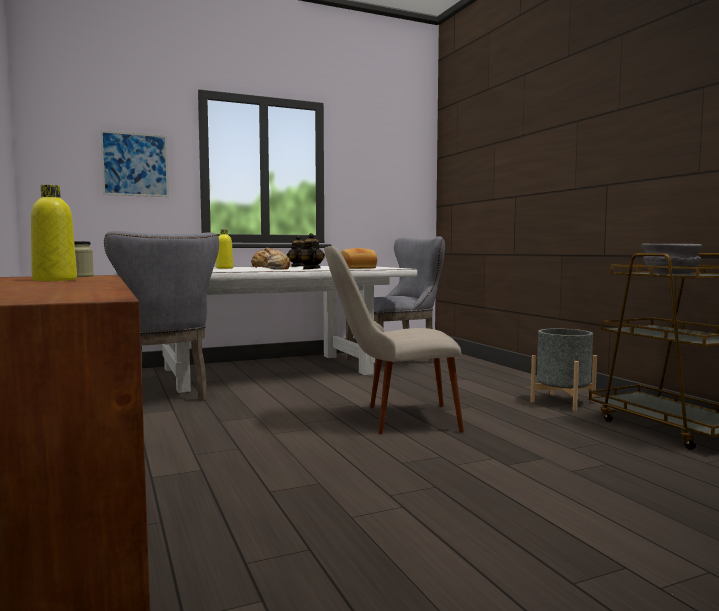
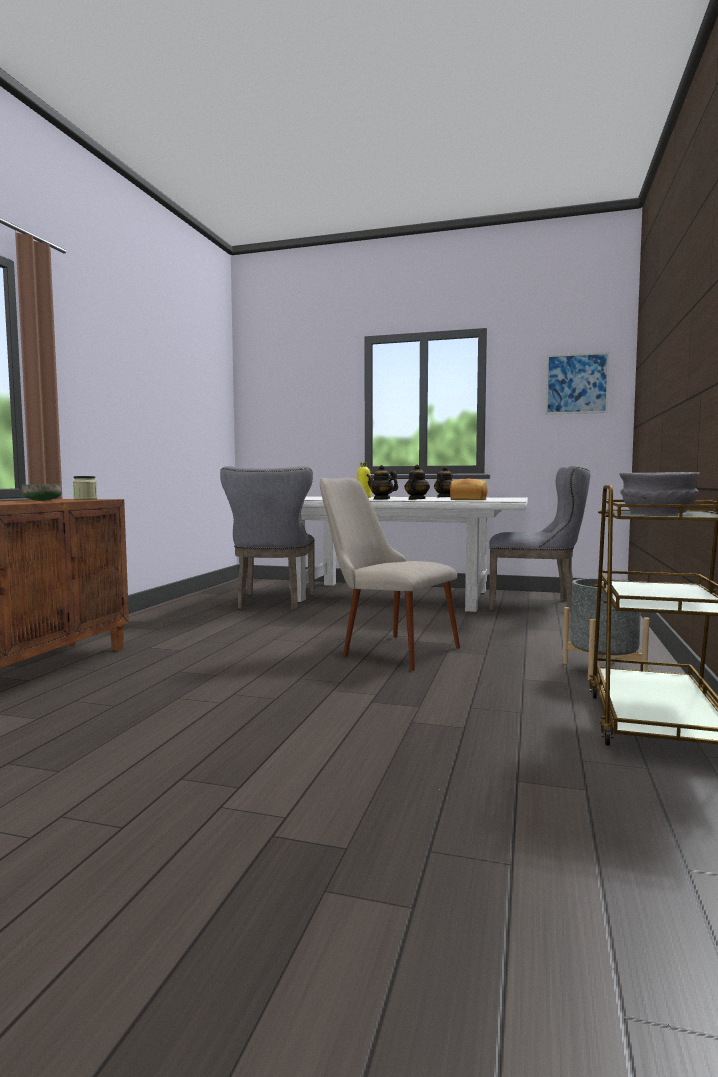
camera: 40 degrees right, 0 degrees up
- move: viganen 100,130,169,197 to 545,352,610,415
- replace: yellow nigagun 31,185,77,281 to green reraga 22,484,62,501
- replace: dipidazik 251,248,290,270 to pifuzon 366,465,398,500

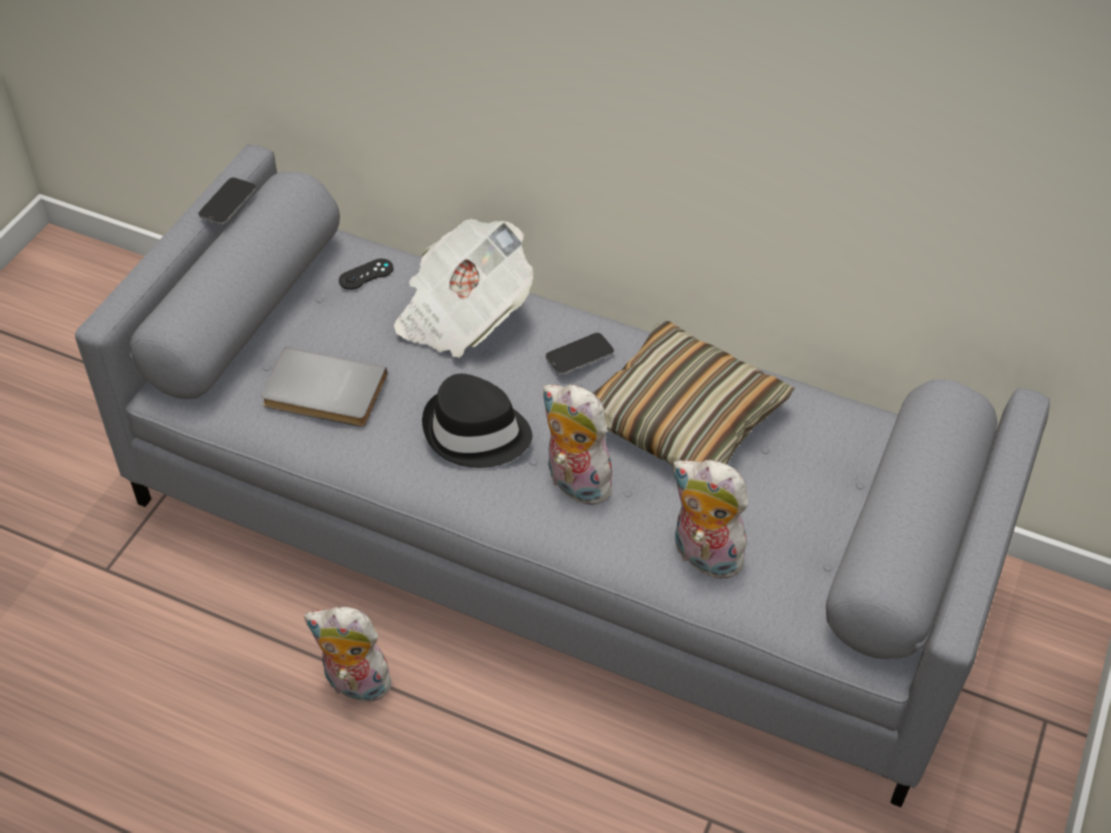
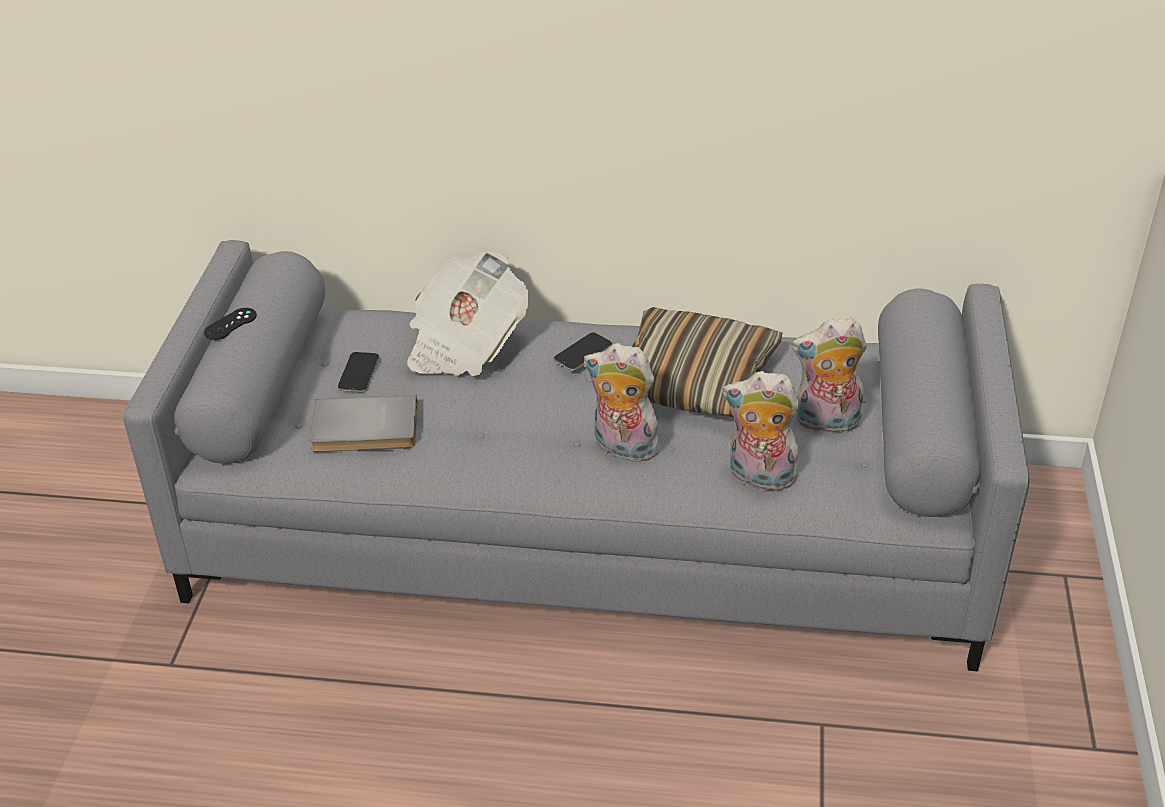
camera: 15 degrees left, 10 degrees down
- delete: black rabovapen 422,374,532,468
- move: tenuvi 198,178,256,224 to 338,352,379,392
- move: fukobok 304,606,395,702 to 791,318,867,432
- move: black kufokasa 339,259,393,290 to 204,308,257,340

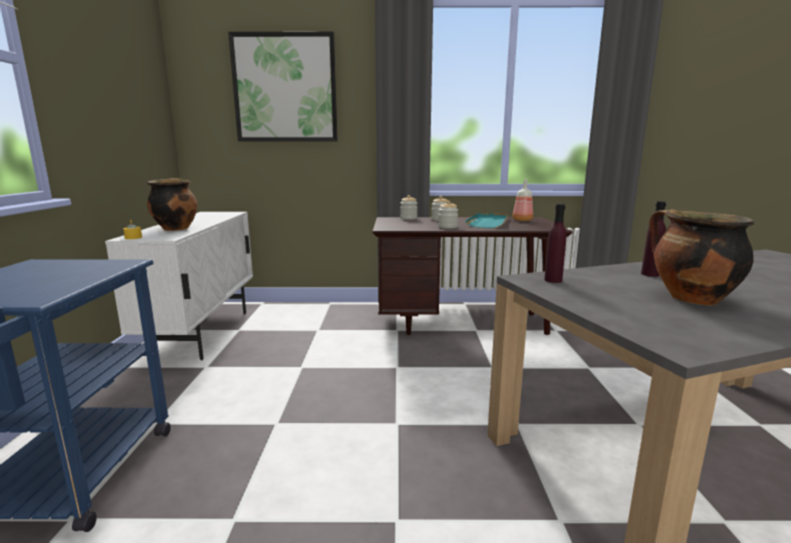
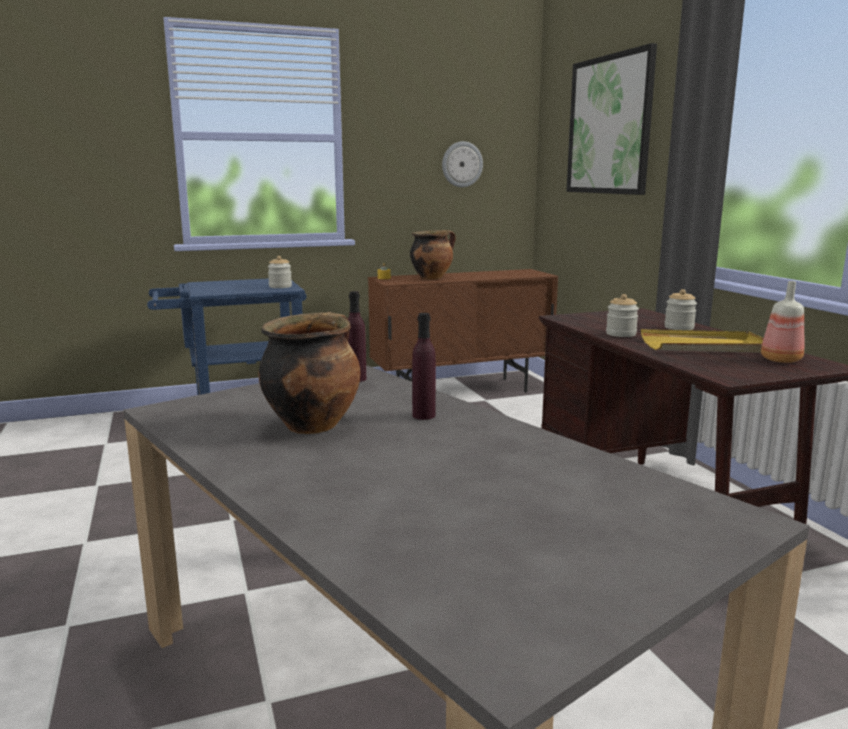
camera: 70 degrees right, 0 degrees up
- insert: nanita 442,141,483,187
- move: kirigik 400,195,417,220 to 268,256,292,288
- recolor: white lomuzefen 105,212,253,360 to brown lomuzefen 368,269,558,392
- recolor: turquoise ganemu 465,213,508,228 to yellow ganemu 641,329,764,353

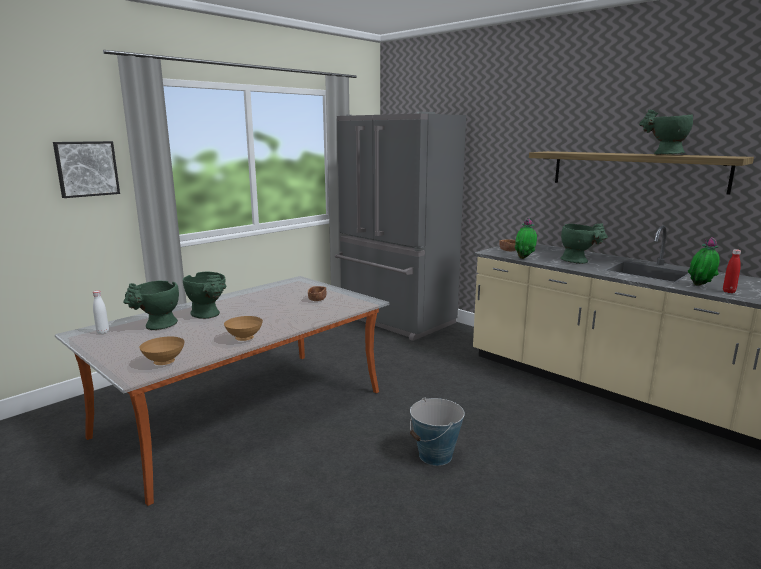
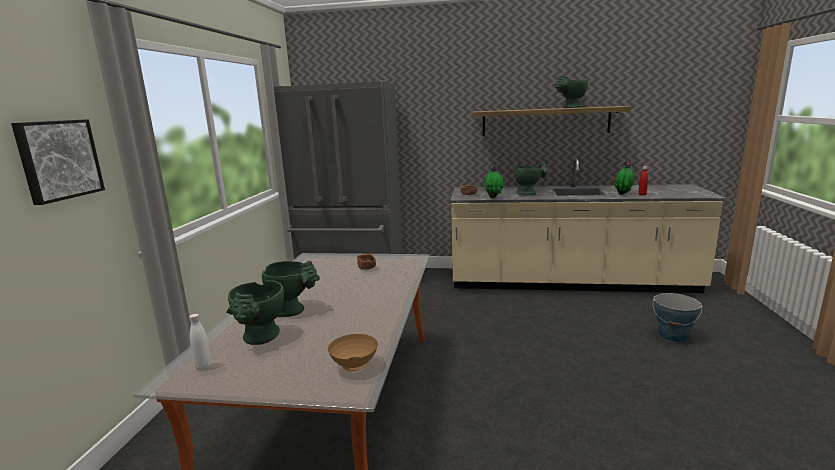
camera: 35 degrees left, 0 degrees up
- delete: brown reraga 224,316,263,341
- move: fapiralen 410,397,465,466 to 653,293,702,343

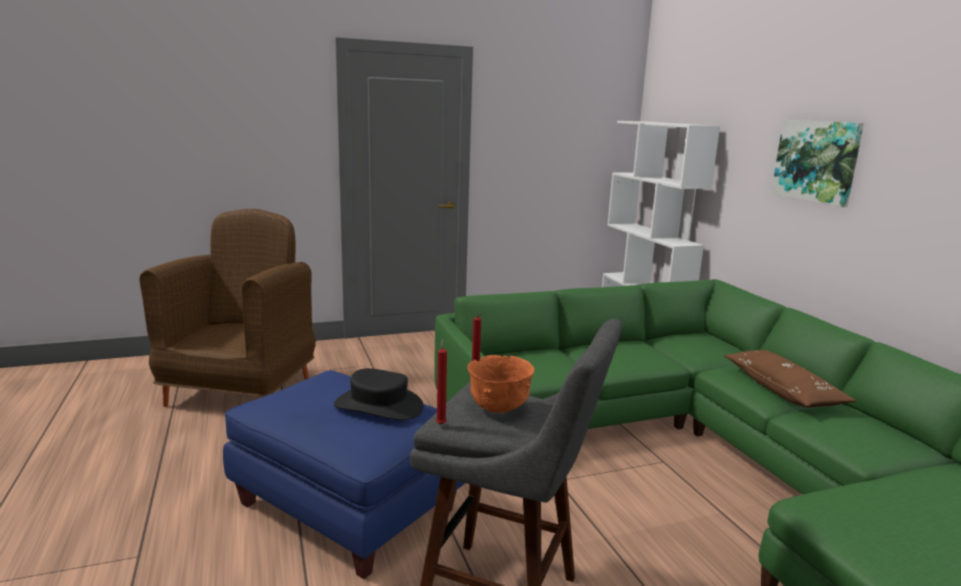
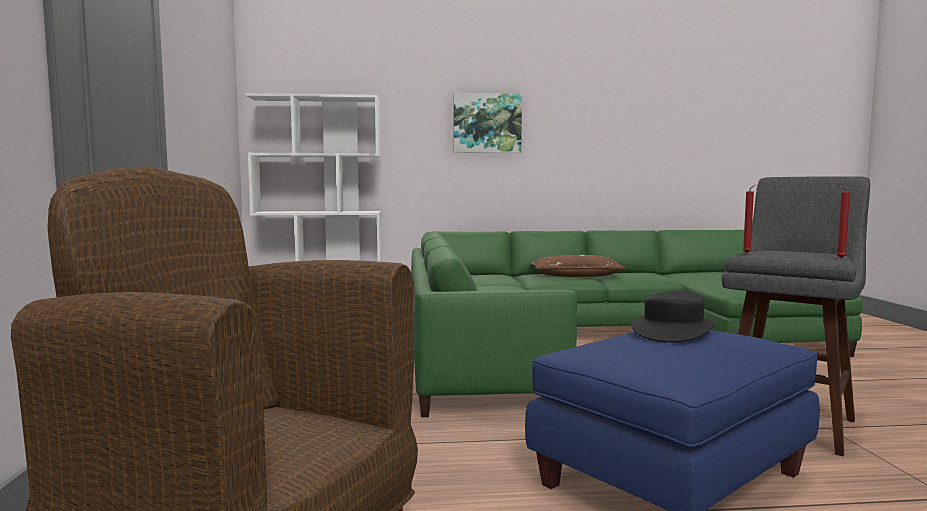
camera: 75 degrees left, 10 degrees down
- delete: orange reraga 467,355,534,413

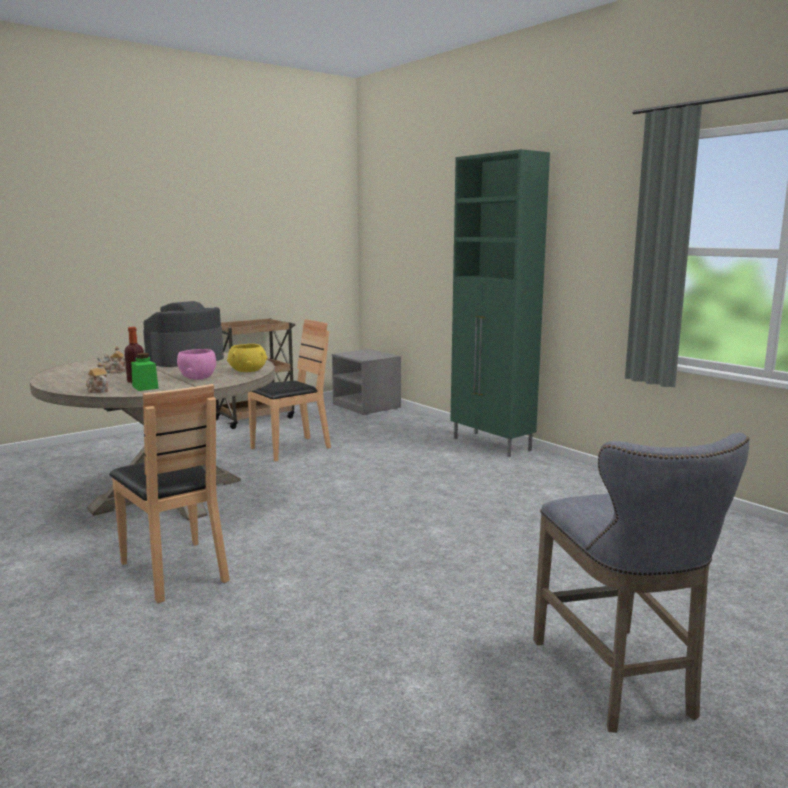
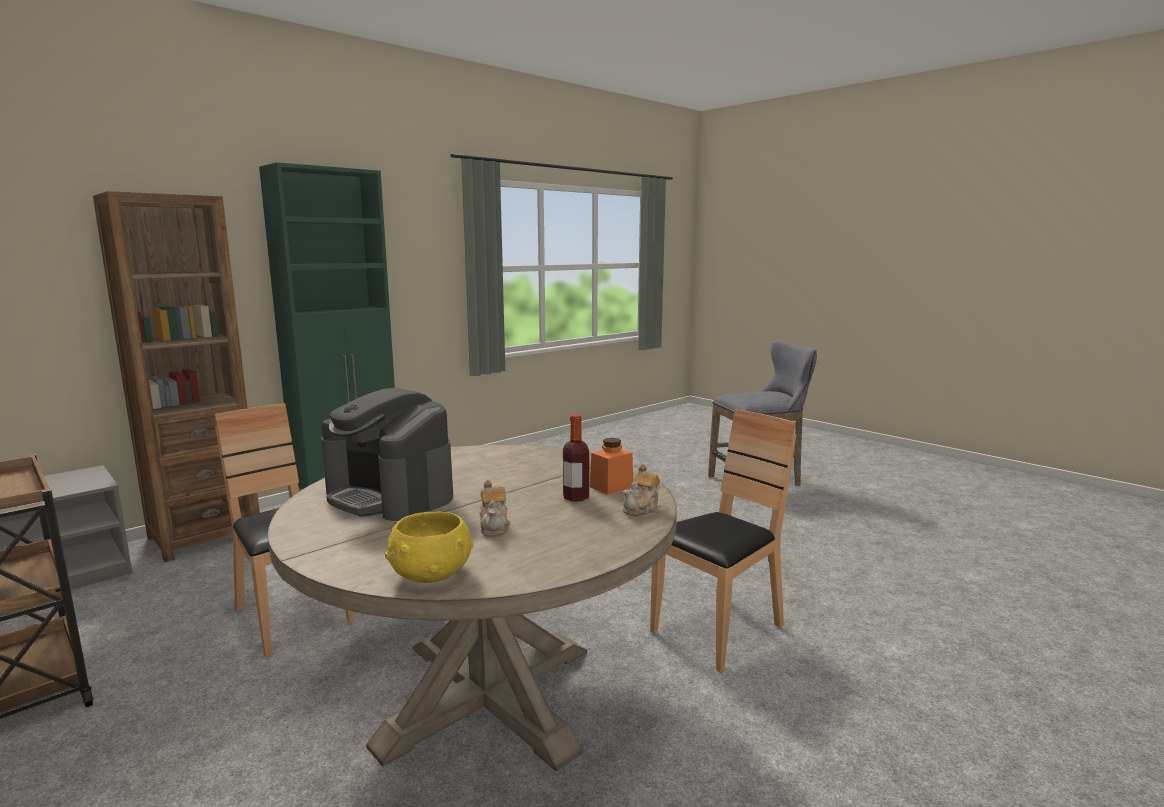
camera: 95 degrees left, 0 degrees up
- delete: pink reraga 177,349,216,380
- insert: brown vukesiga 93,191,260,562
- move: yellow reraga 227,344,267,372 to 385,512,473,583
- recolor: green kirigik 131,353,159,391 to orange kirigik 590,438,633,495

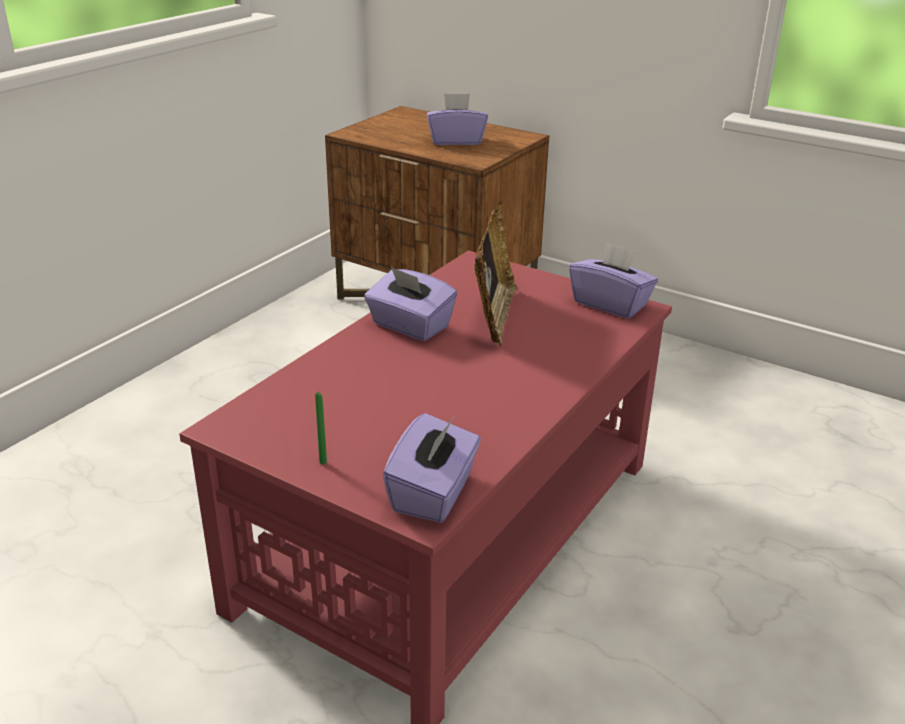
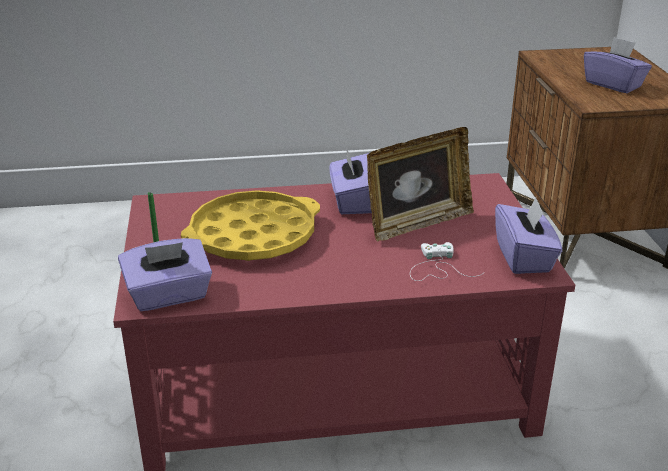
camera: 50 degrees right, 0 degrees up
- insert: yellow ganemu 181,190,320,261
- insert: white kufokasa 410,242,485,281

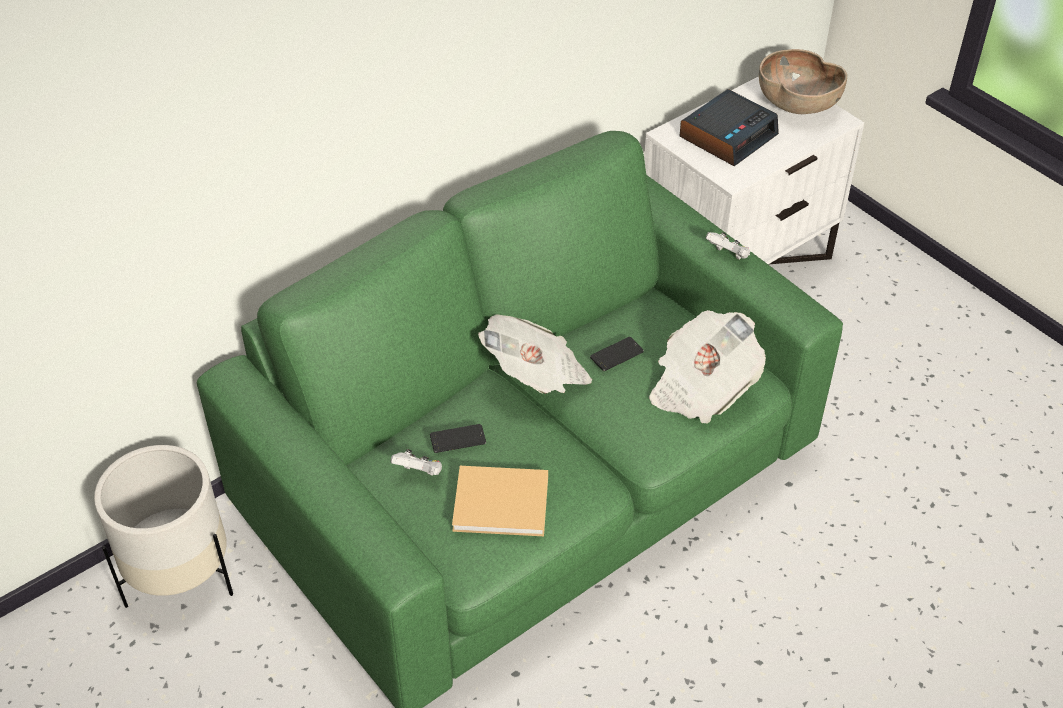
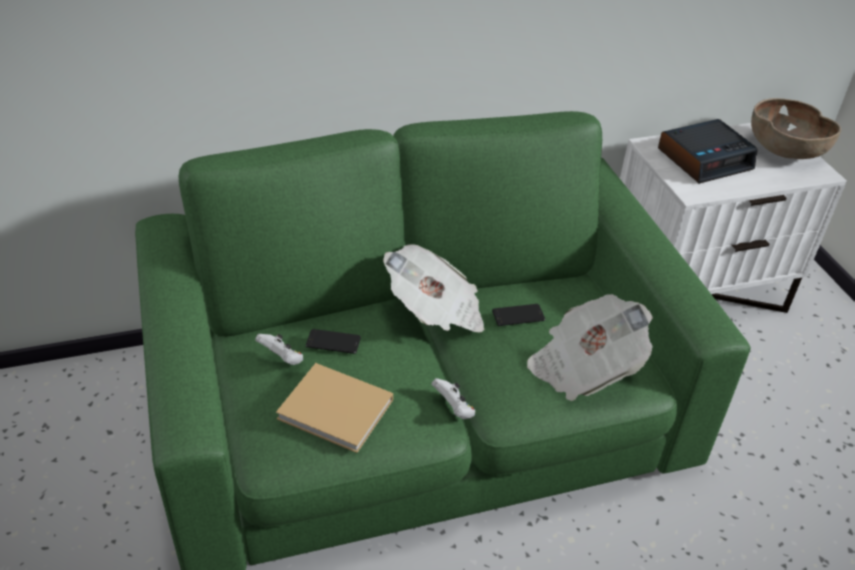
camera: 20 degrees right, 5 degrees down
- delete: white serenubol 94,445,233,608
- move: white kufokasa 706,232,750,260 to 431,378,475,419

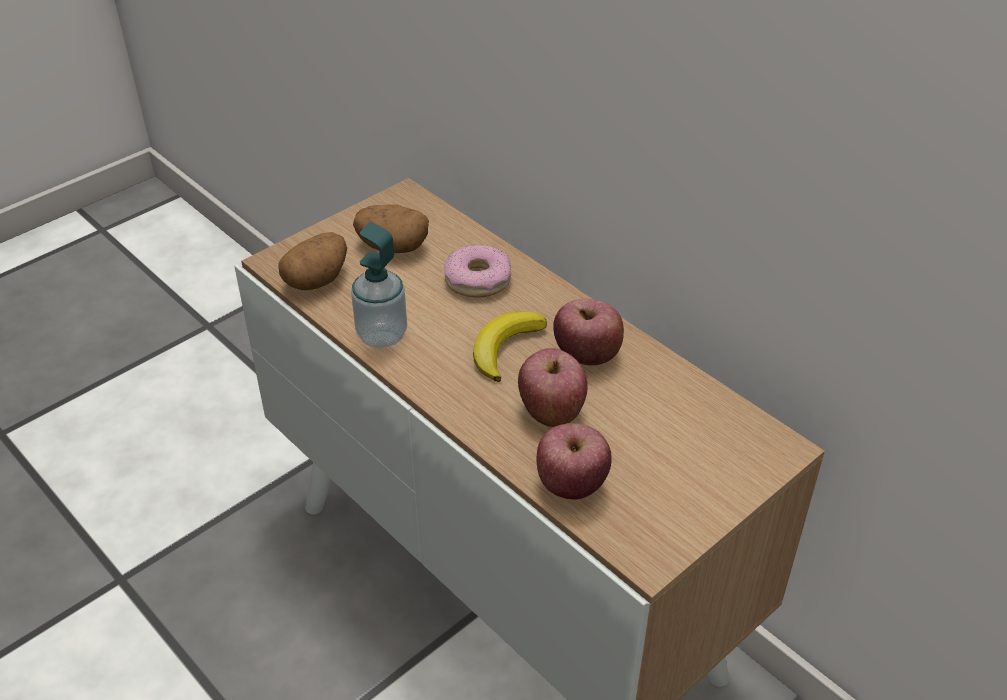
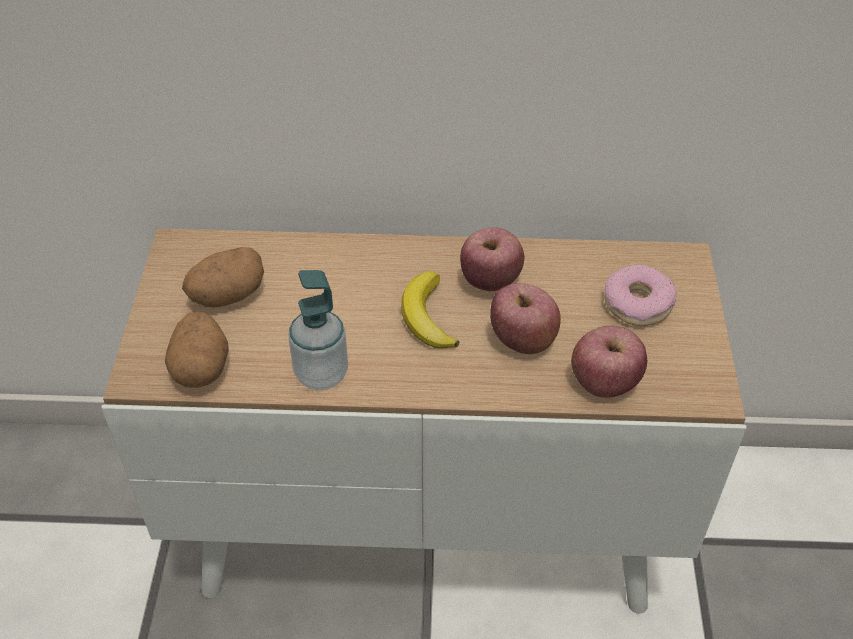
camera: 45 degrees left, 5 degrees up
- move: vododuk 444,245,511,298 to 604,265,677,326

